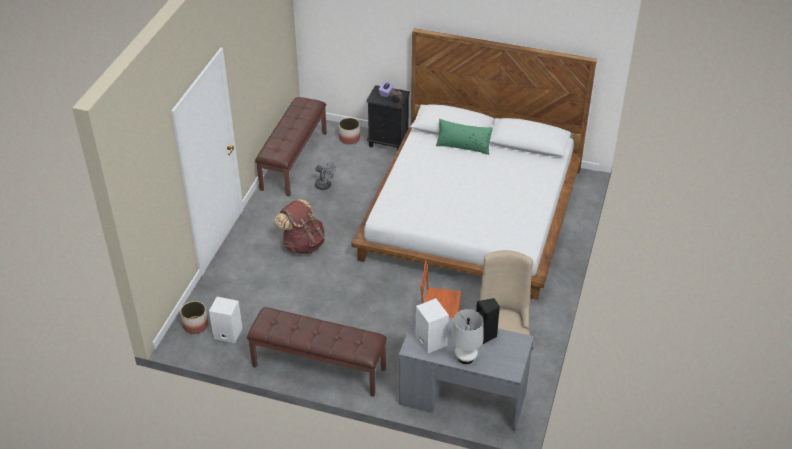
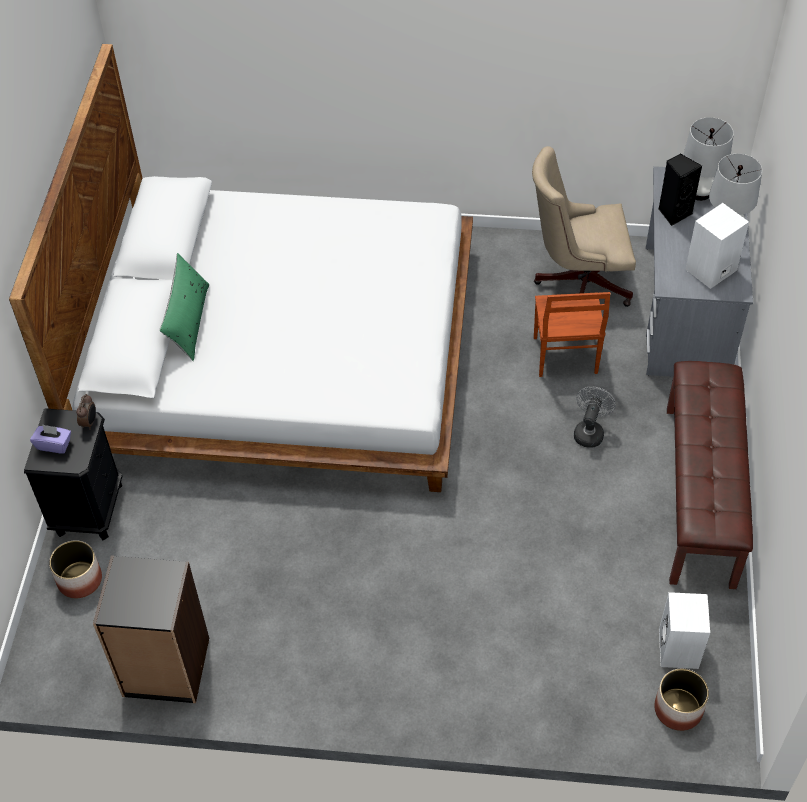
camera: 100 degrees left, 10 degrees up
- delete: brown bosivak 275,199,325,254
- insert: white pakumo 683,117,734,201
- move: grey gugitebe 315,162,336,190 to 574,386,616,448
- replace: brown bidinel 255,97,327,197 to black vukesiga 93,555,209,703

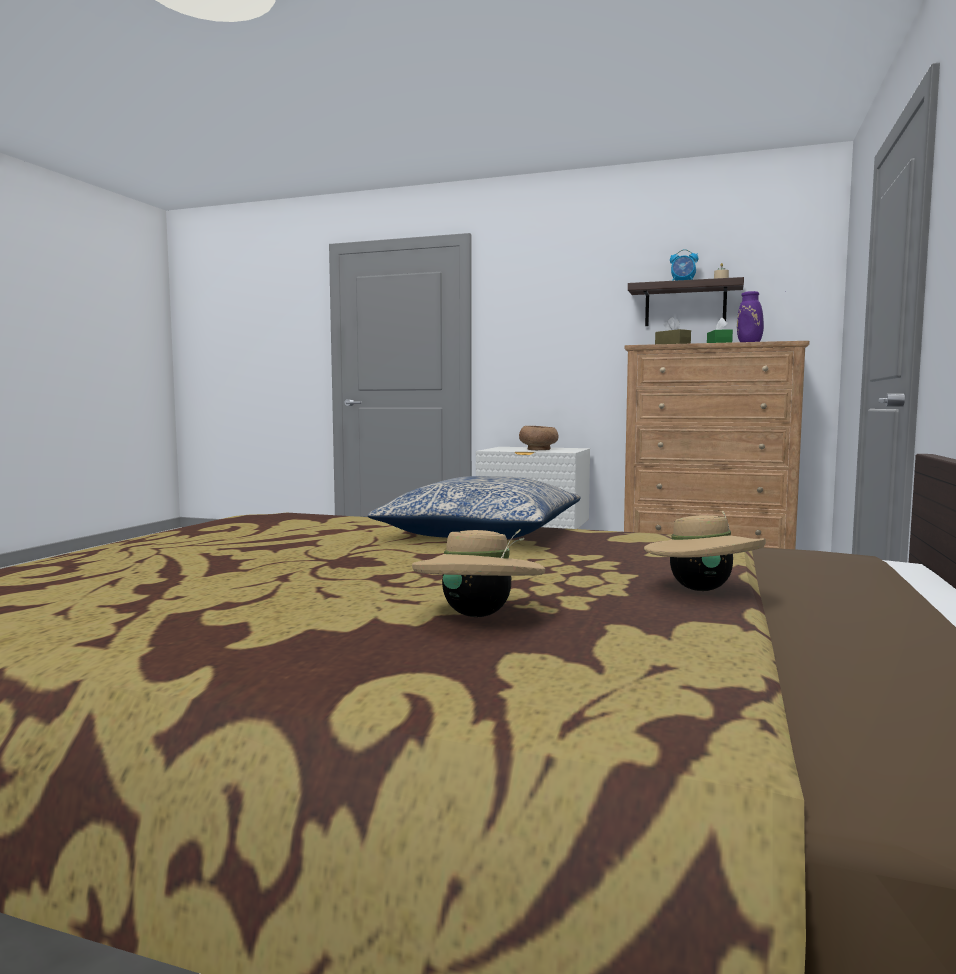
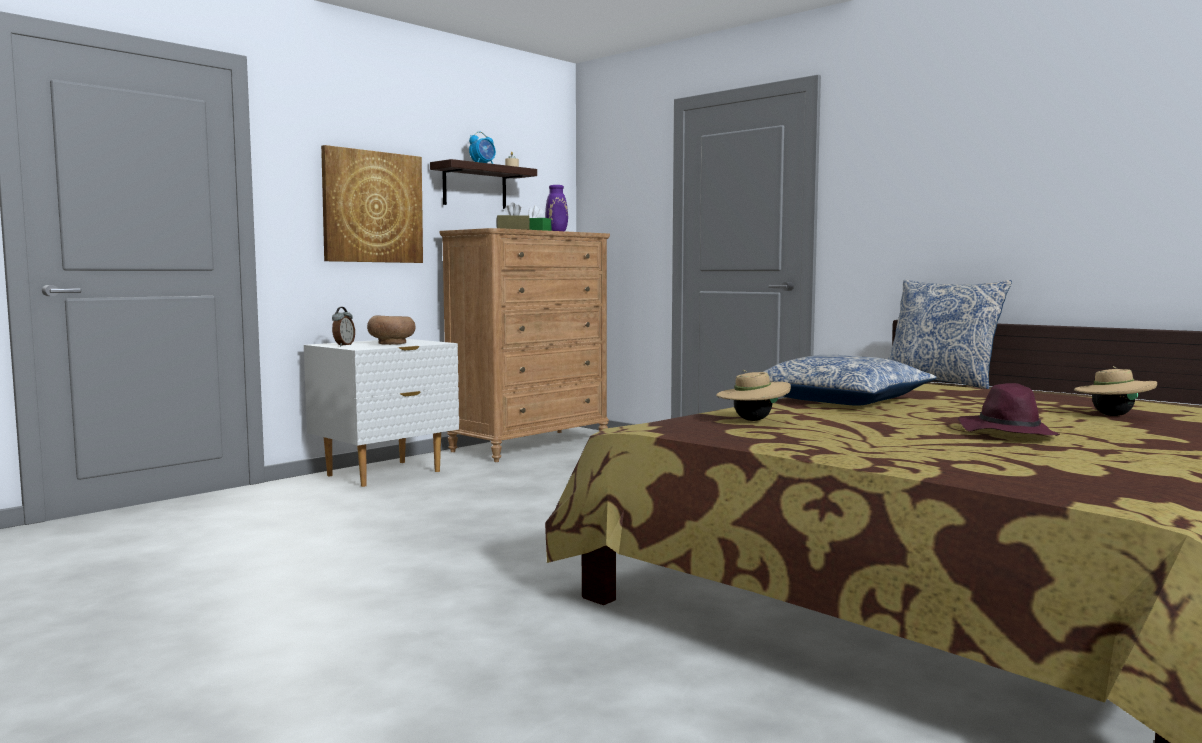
camera: 65 degrees left, 0 degrees up
- insert: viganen 321,145,423,263
- insert: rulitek 332,307,355,346
- insert: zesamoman 888,280,1012,389
- insert: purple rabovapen 958,383,1060,436
- move: beige rabovapen 644,511,765,591 to 716,369,791,421

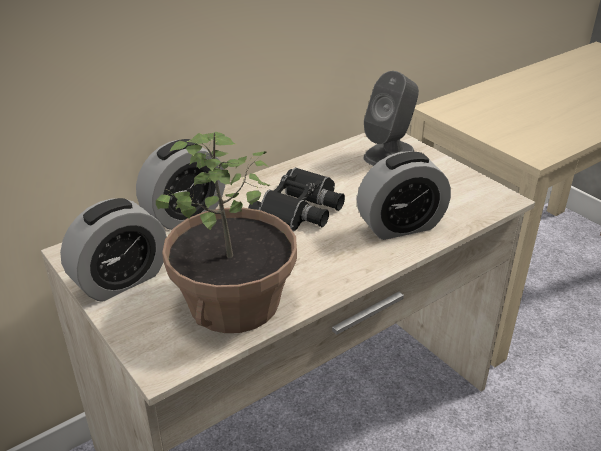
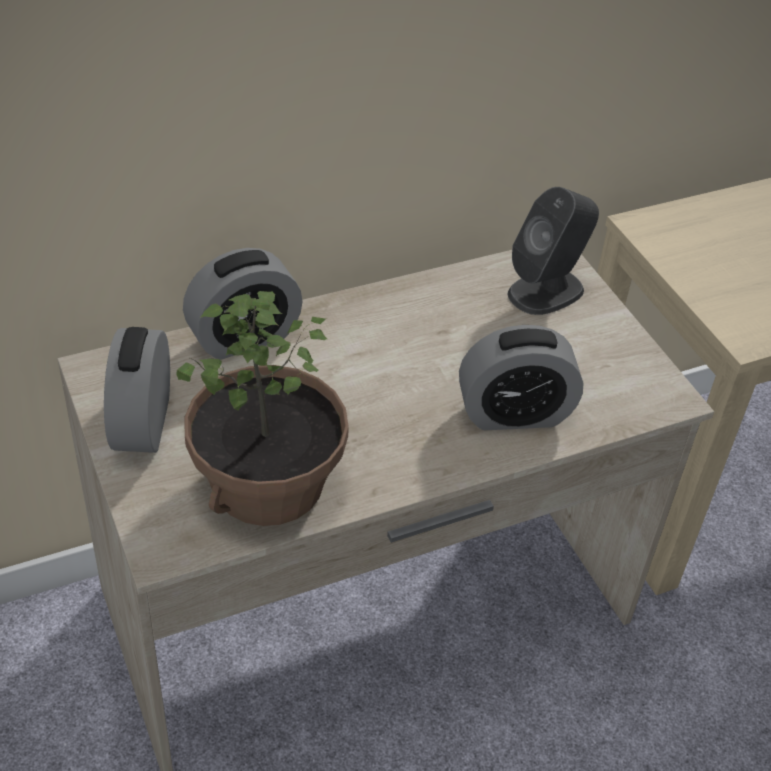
camera: 10 degrees right, 10 degrees up
- delete: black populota 248,167,345,231
- rotate: rulitek 60,198,167,302 = 104,327,170,453 120 degrees clockwise

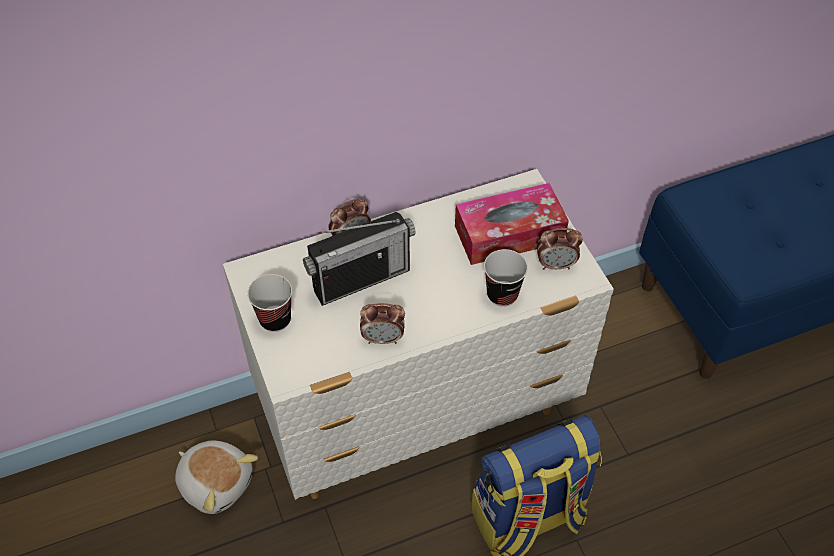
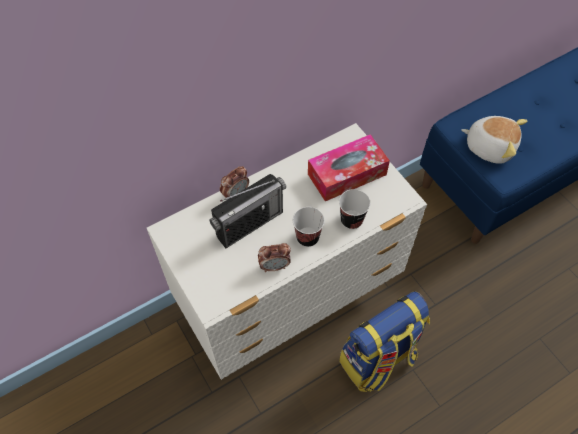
camera: 10 degrees left, 5 degrees up
- delete: rulitek 537,228,583,270
- move: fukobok 175,441,258,514 to 462,116,528,164
- move: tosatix 247,274,292,332 to 293,207,325,247

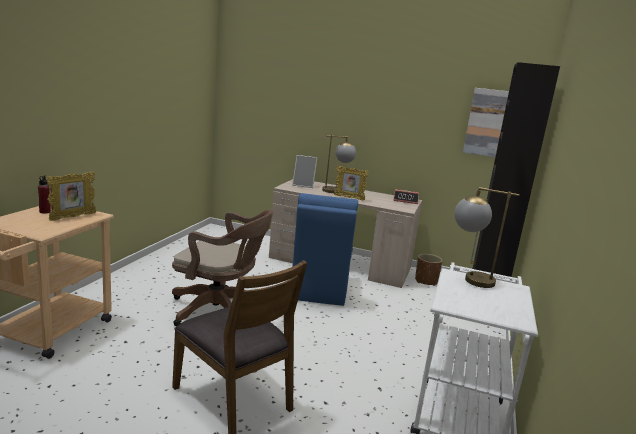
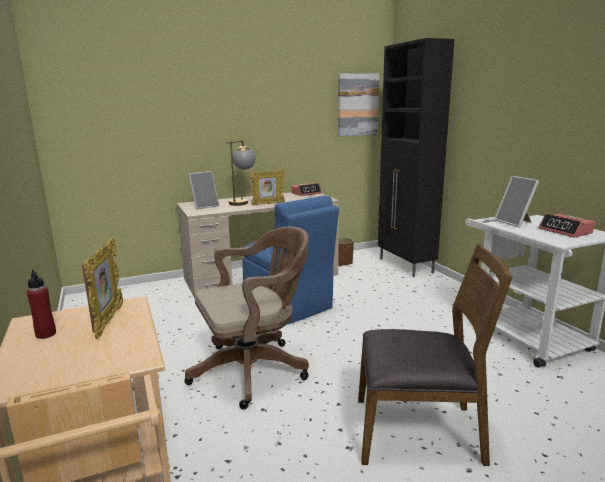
camera: 40 degrees left, 0 degrees up
- insert: rulitek 538,213,595,238
- replace: pakumo 454,187,520,288 to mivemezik 494,176,539,228

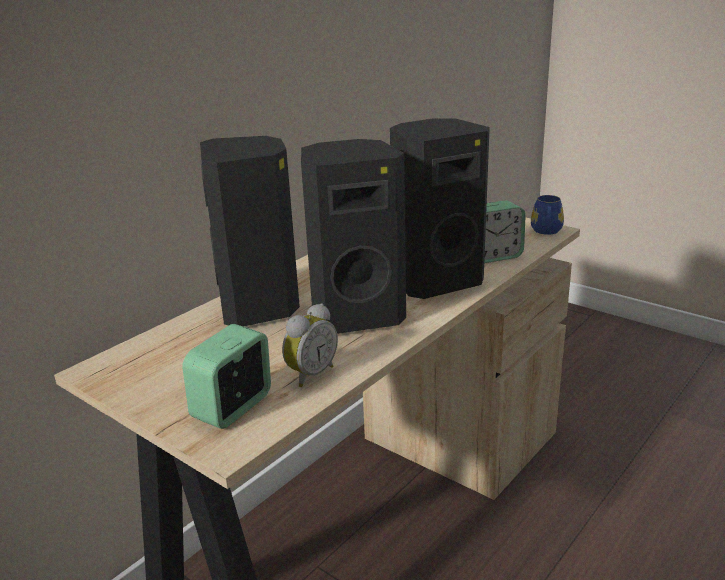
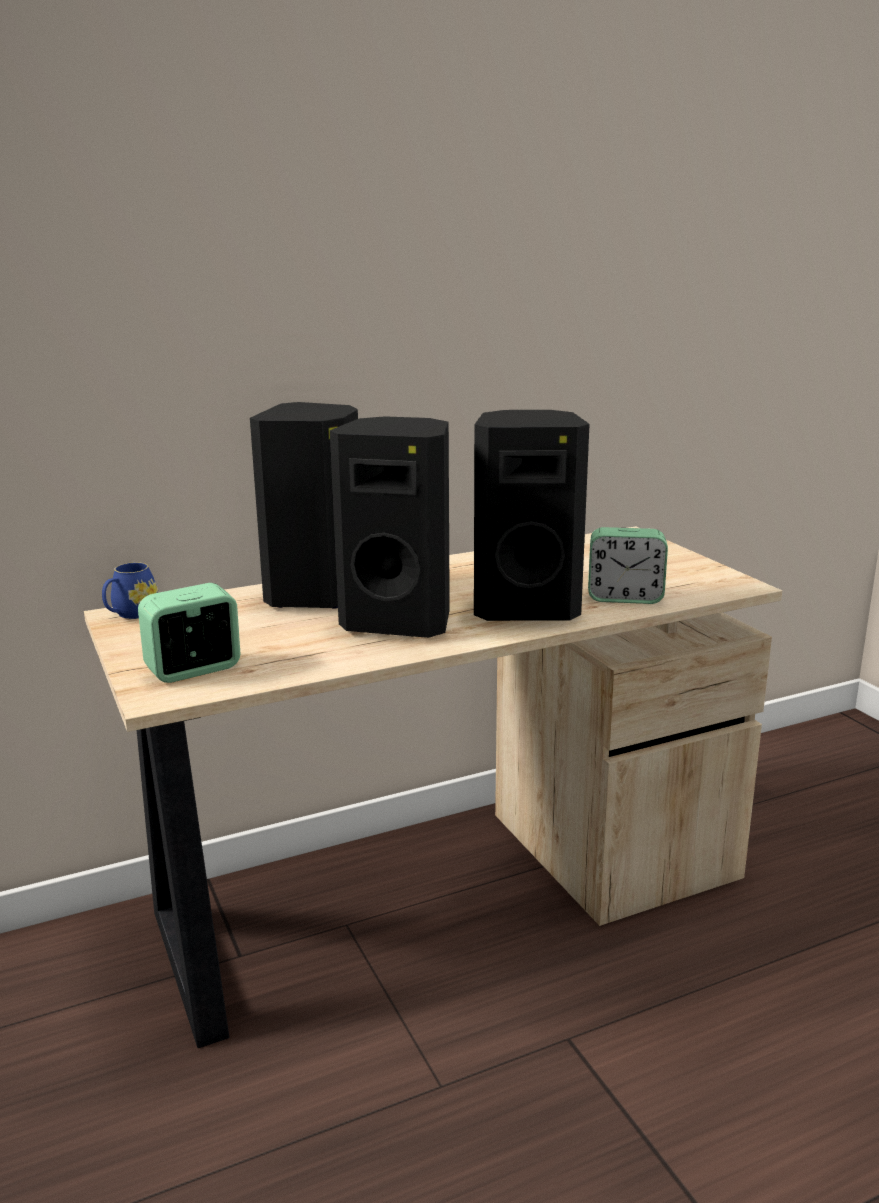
camera: 25 degrees right, 5 degrees down
- delete: rulitek 282,303,338,387
- move: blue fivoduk 531,195,564,235 to 102,562,159,619

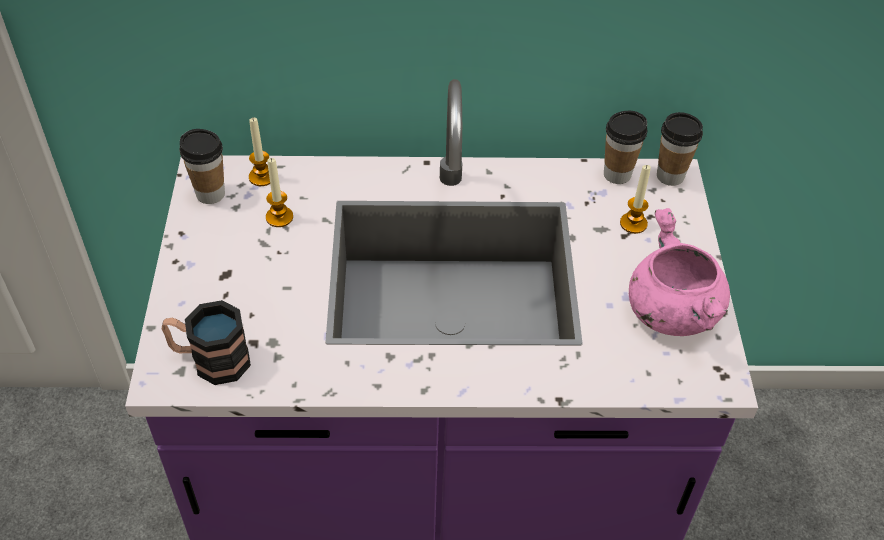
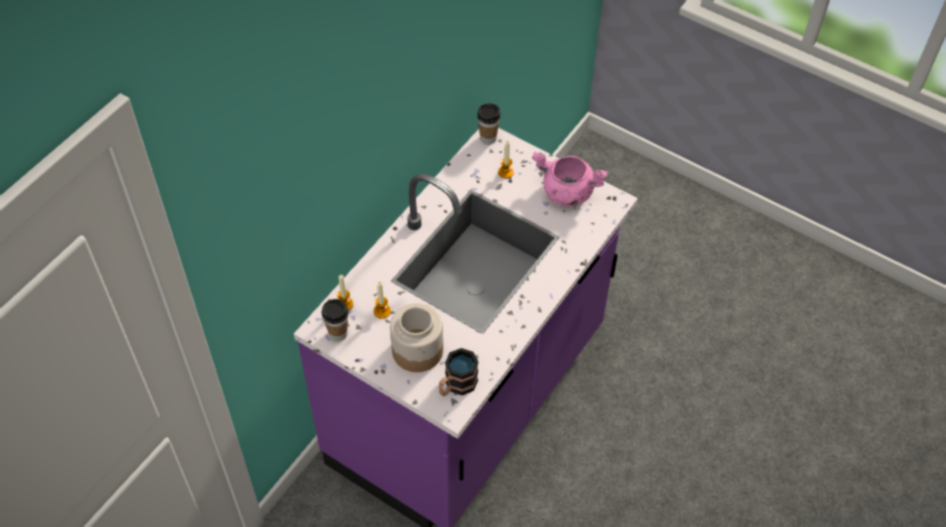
camera: 55 degrees left, 5 degrees up
- delete: tosatix 604,111,647,184
- insert: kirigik 390,303,443,372

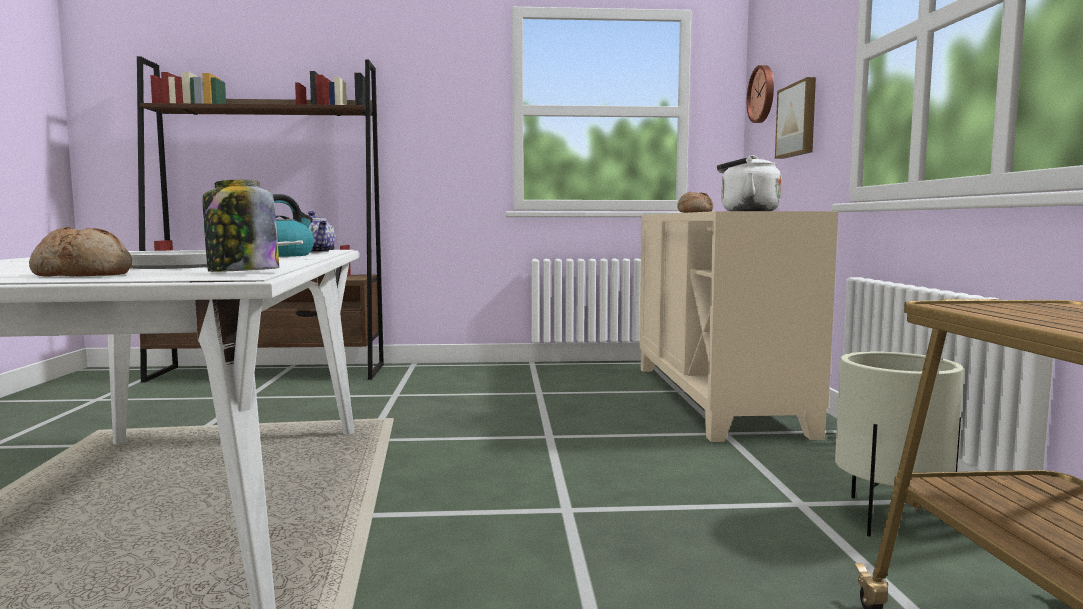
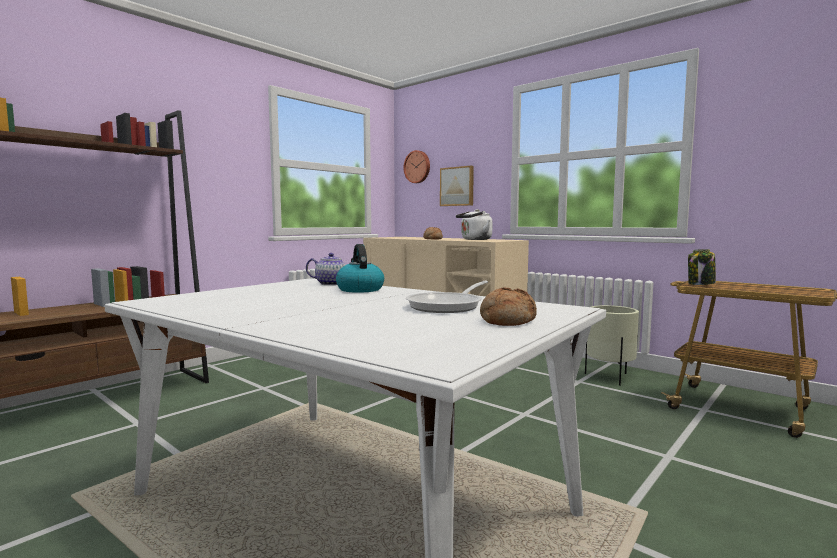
camera: 45 degrees left, 0 degrees up
- move: kirigik 203,180,279,272 to 688,249,716,285

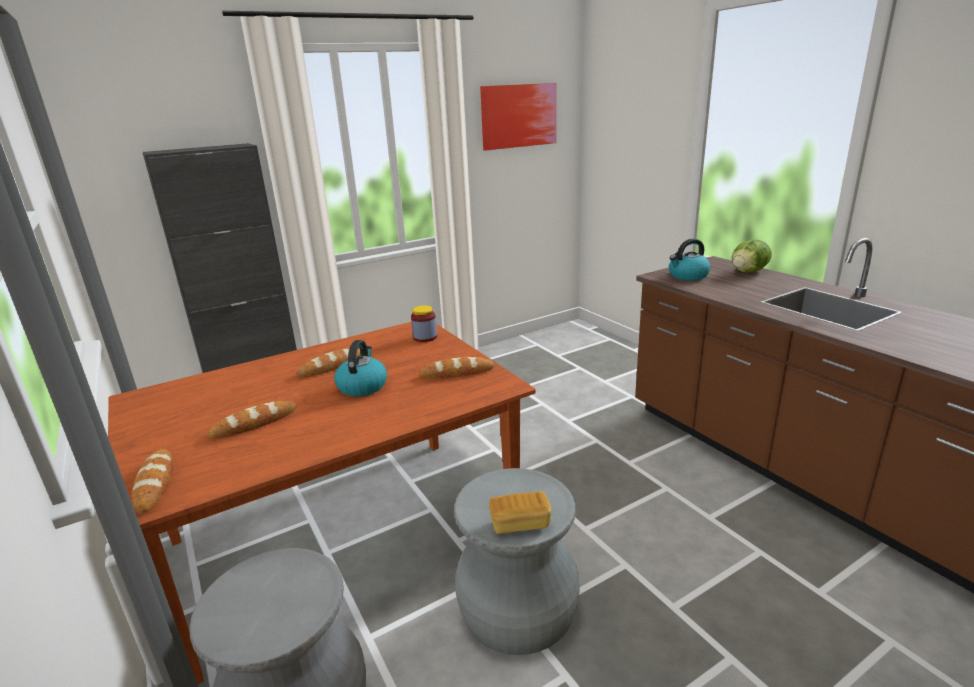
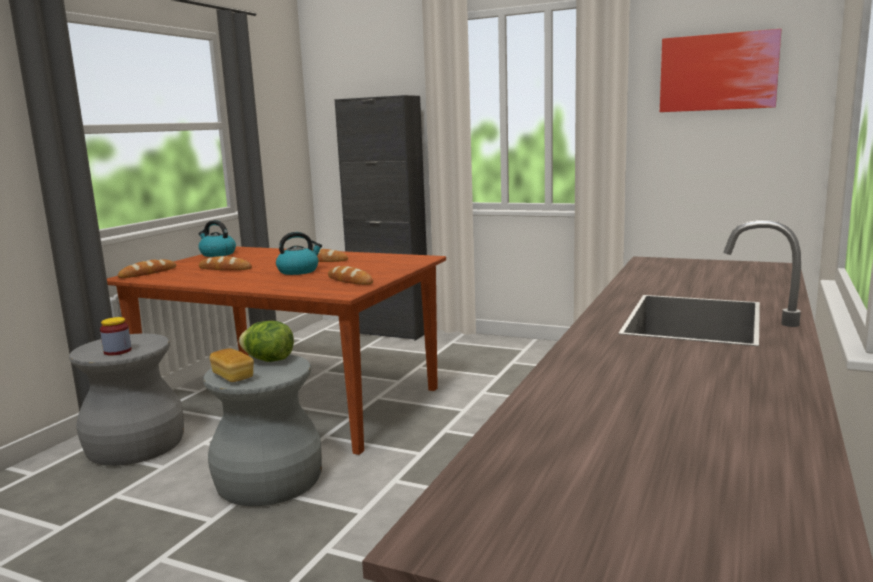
camera: 55 degrees right, 10 degrees down
- move: kirigik 411,306,437,342 to 100,317,132,356
- move: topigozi 669,239,711,281 to 198,220,236,257
- move: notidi 732,240,772,272 to 239,321,294,362

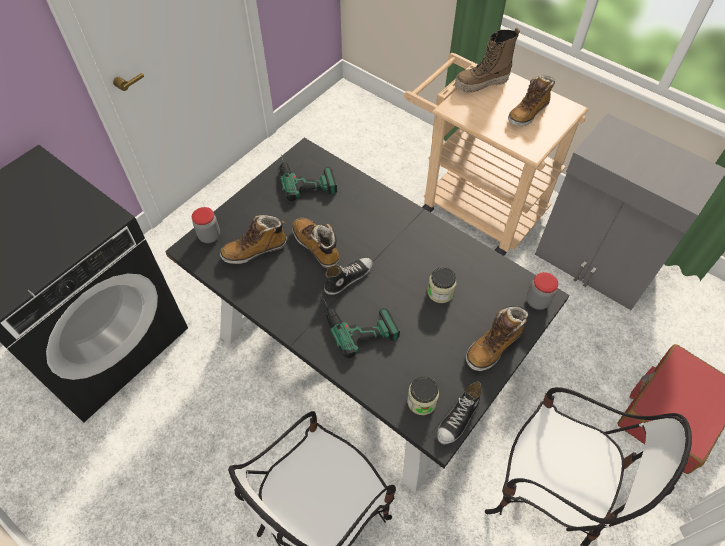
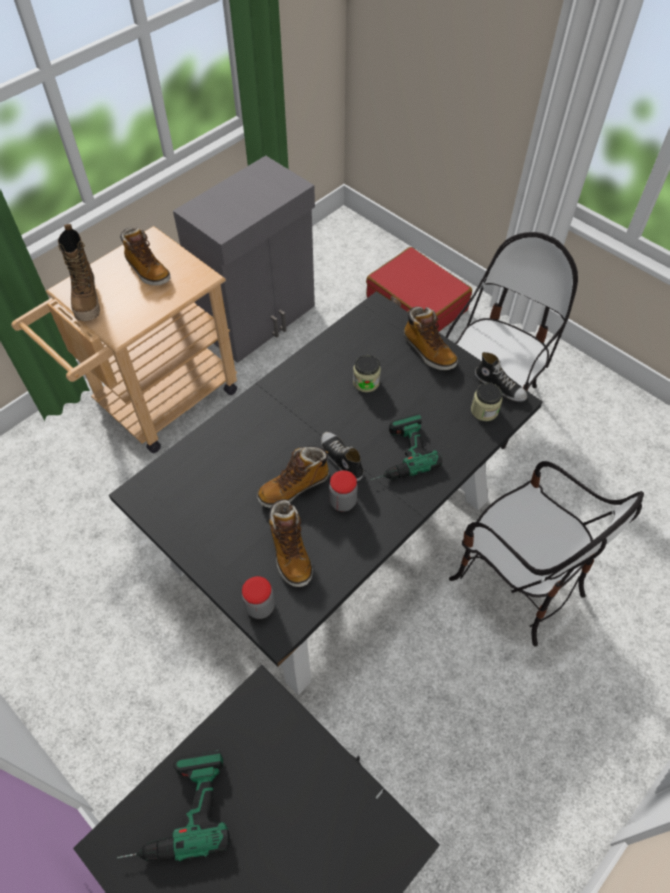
camera: 85 degrees left, 0 degrees up
- move: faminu 280,155,337,201 to 117,750,230,862
- move: kirigik 527,272,558,310 to 329,470,358,512

